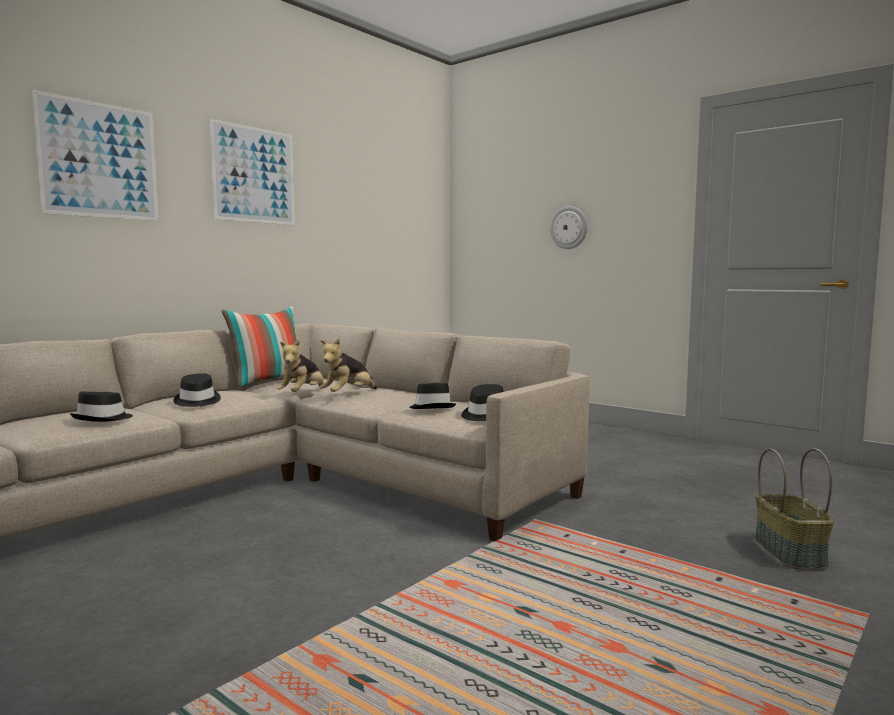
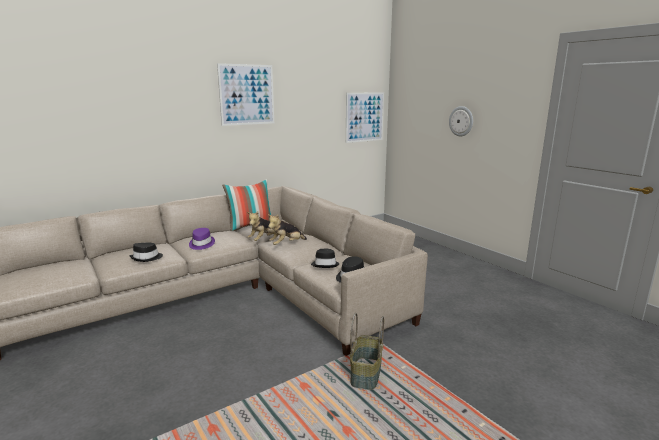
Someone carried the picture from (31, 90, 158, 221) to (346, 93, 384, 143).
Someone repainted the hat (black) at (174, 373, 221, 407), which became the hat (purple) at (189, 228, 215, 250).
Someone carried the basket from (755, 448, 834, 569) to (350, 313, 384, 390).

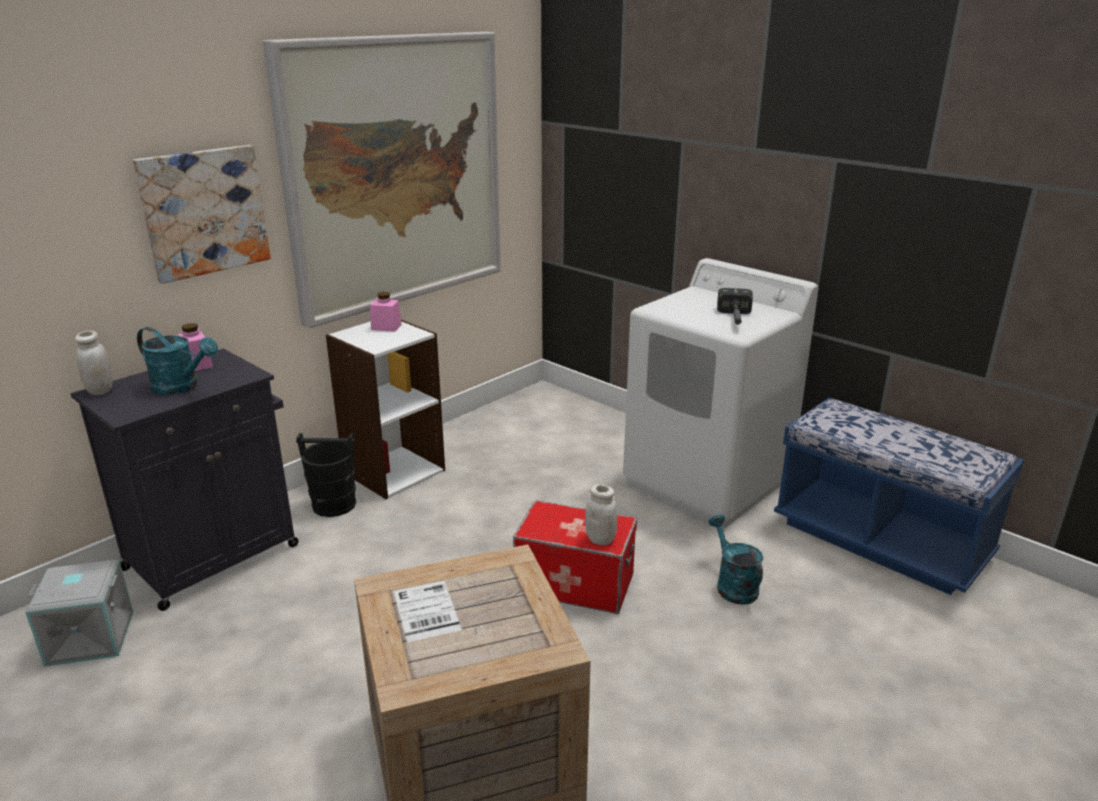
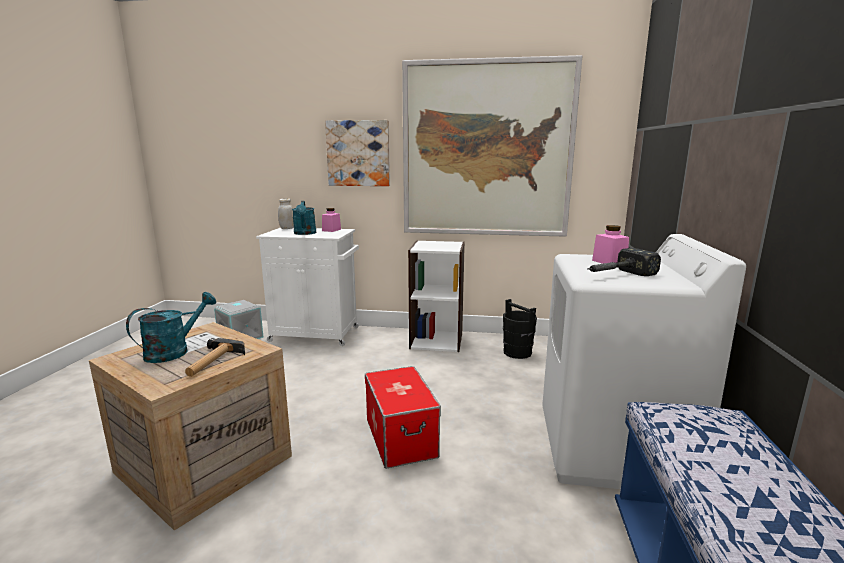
Someone repainted the cabinet (black) at (71, 349, 298, 611), which became the cabinet (white) at (256, 228, 359, 346).
Someone carried the bucket (black) from (296, 433, 356, 517) to (503, 299, 537, 359).
Someone carried the jar (pink) from (370, 292, 402, 332) to (592, 225, 629, 264).
Someone took away the jar (white) at (585, 484, 618, 545).
Someone carried the watering can (turquoise) from (708, 515, 763, 605) to (126, 292, 216, 363).
Someone put down the hammer at (185, 338, 245, 377).

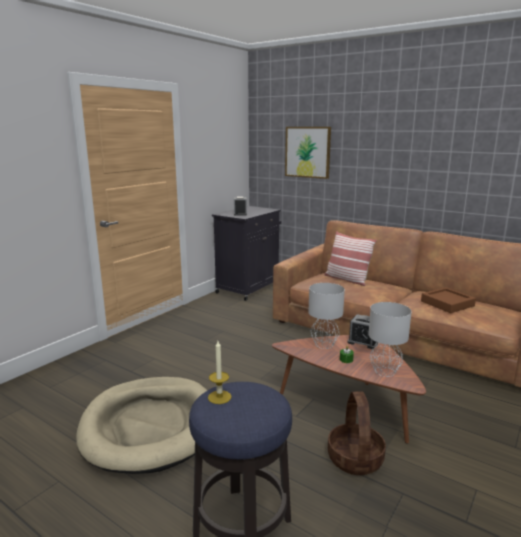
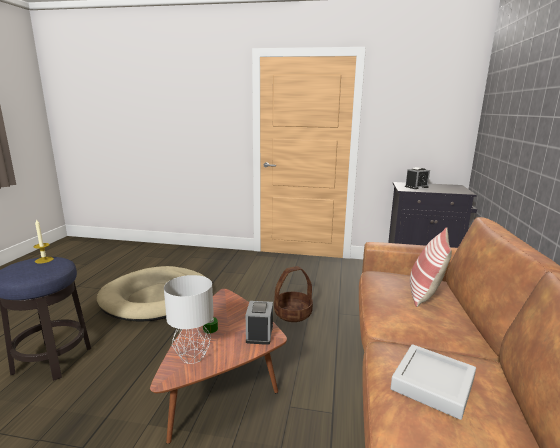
Someone took away the picture at (285, 127, 331, 179).
Someone took away the table lamp (grey) at (308, 283, 345, 349).
Someone carried the basket from (328, 391, 386, 475) to (274, 266, 313, 322).
Someone repainted the tray (brown) at (421, 287, 476, 313), which became the tray (grey) at (390, 344, 476, 420).

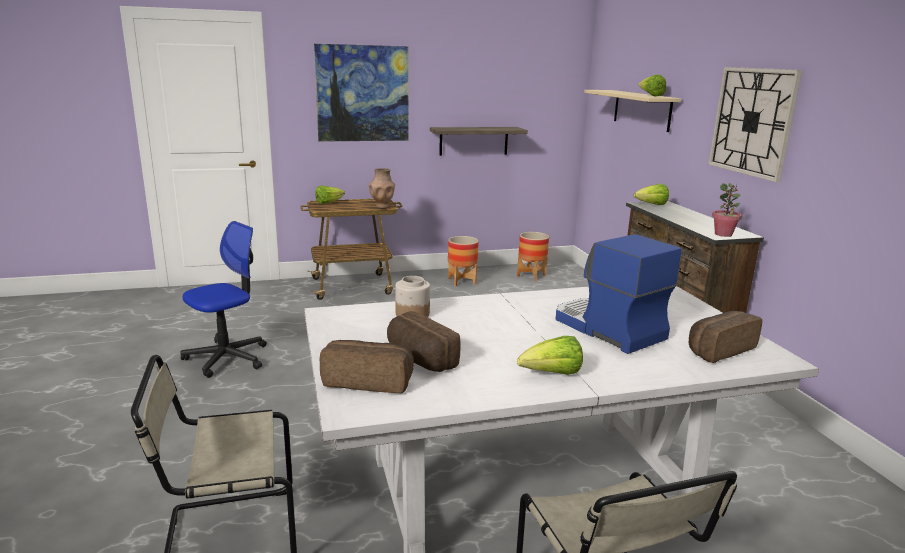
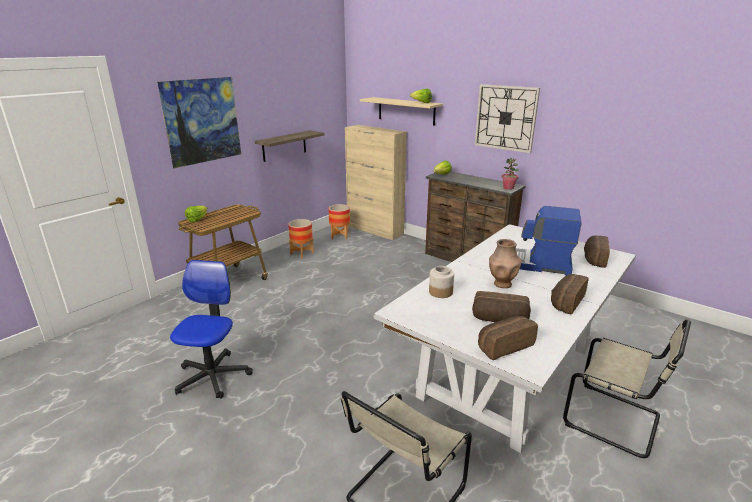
Someone carried the vase (brown) from (369, 168, 395, 209) to (489, 239, 521, 288).
Someone swapped the lettuce at (517, 336, 583, 375) for the bread at (551, 274, 589, 314).
Someone put down the cabinet (beige) at (345, 125, 407, 240).

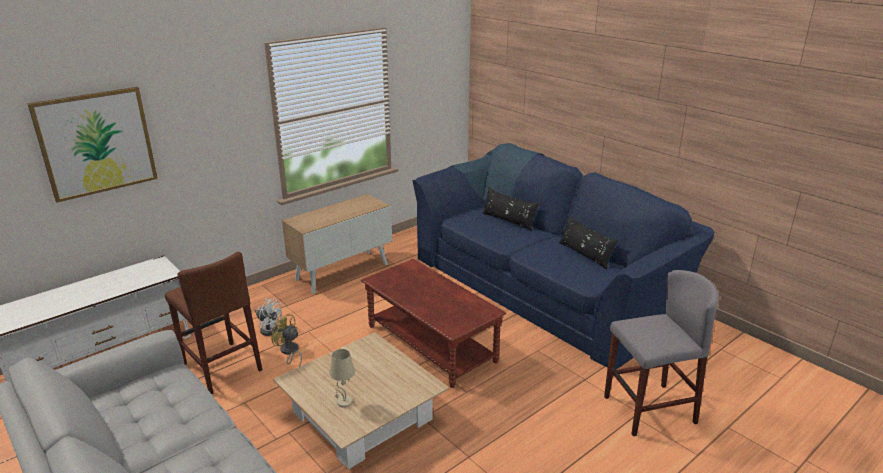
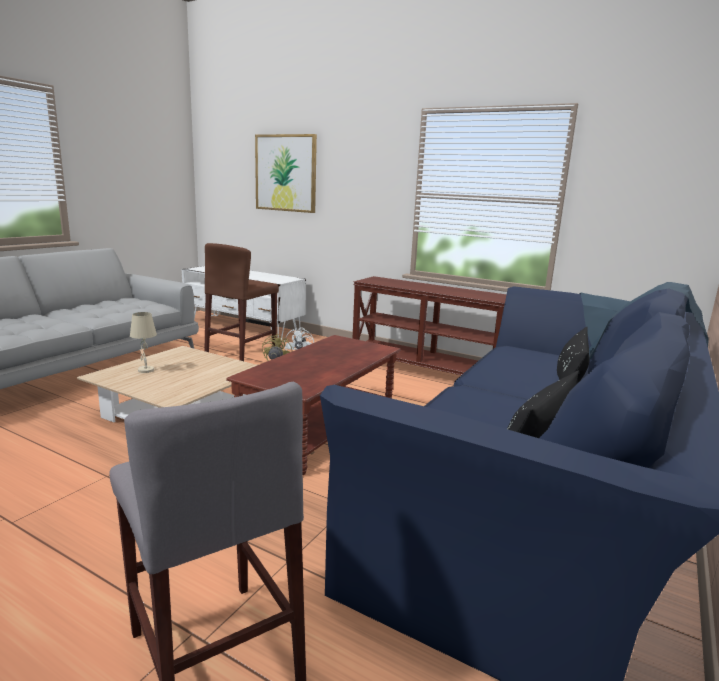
Someone swapped the cabinet at (282, 194, 392, 294) for the console table (brown) at (352, 276, 507, 375).

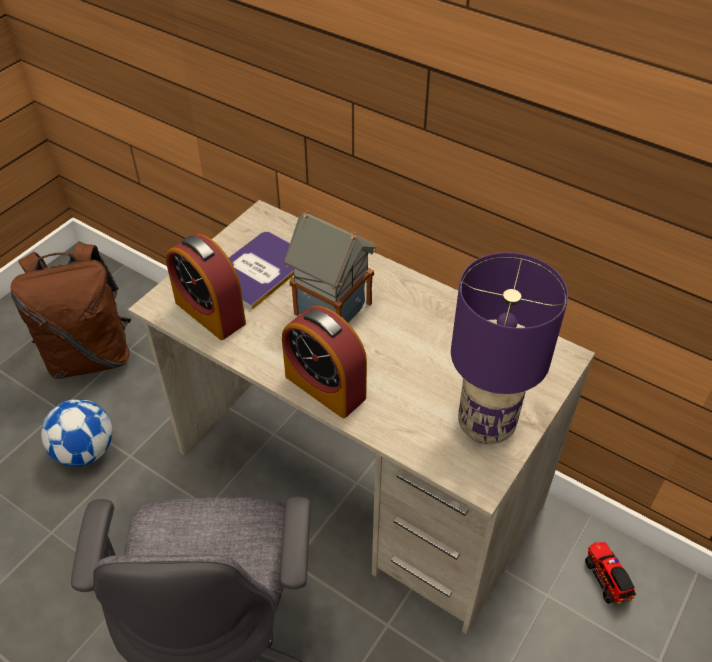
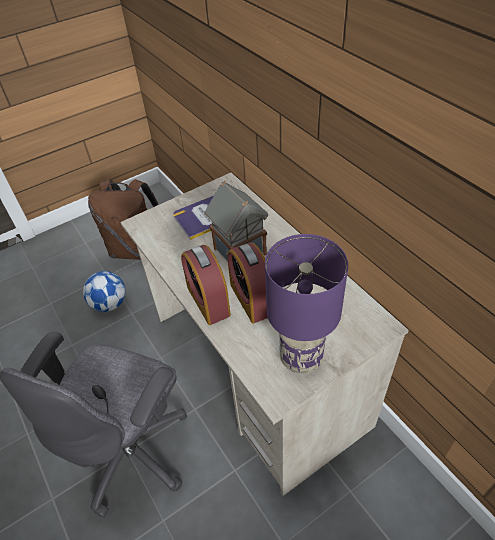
Someone carried the alarm clock from (166, 234, 246, 340) to (227, 242, 268, 323).
Someone took away the toy truck at (585, 542, 636, 604).

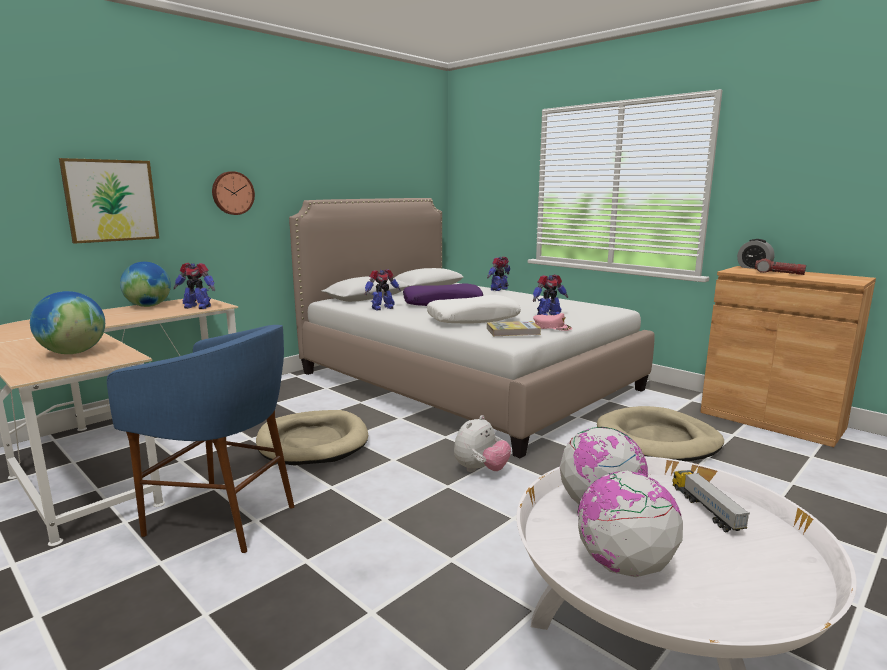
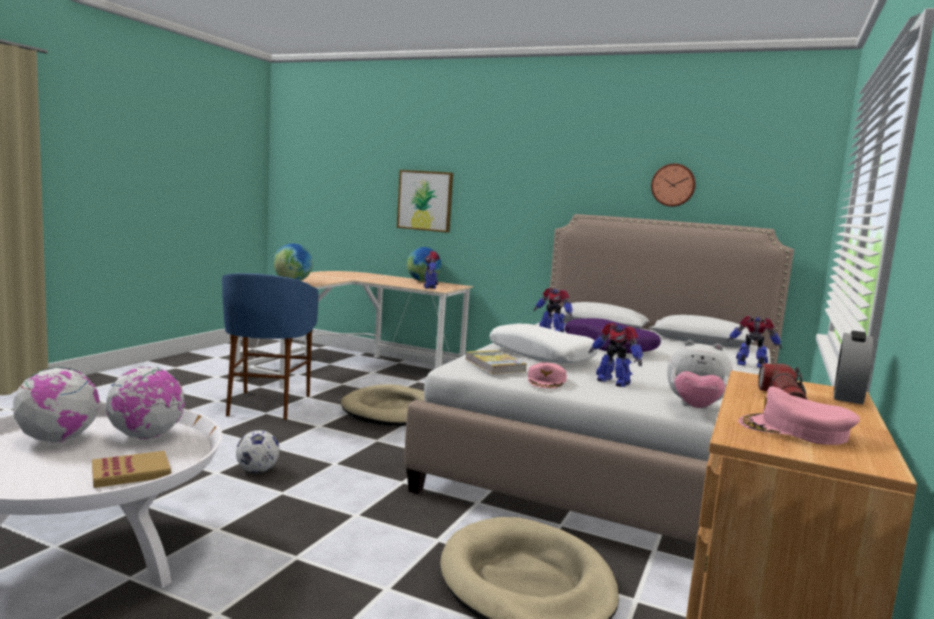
Someone carried the wall clock from (212, 171, 255, 215) to (651, 164, 696, 207).
Someone carried the plush toy from (454, 415, 511, 472) to (667, 340, 733, 409).
Someone swapped the toy truck at (672, 470, 750, 532) for the book at (92, 451, 171, 488).
Someone put down the football at (236, 430, 280, 473).
Someone put down the cap (pink) at (738, 386, 860, 445).

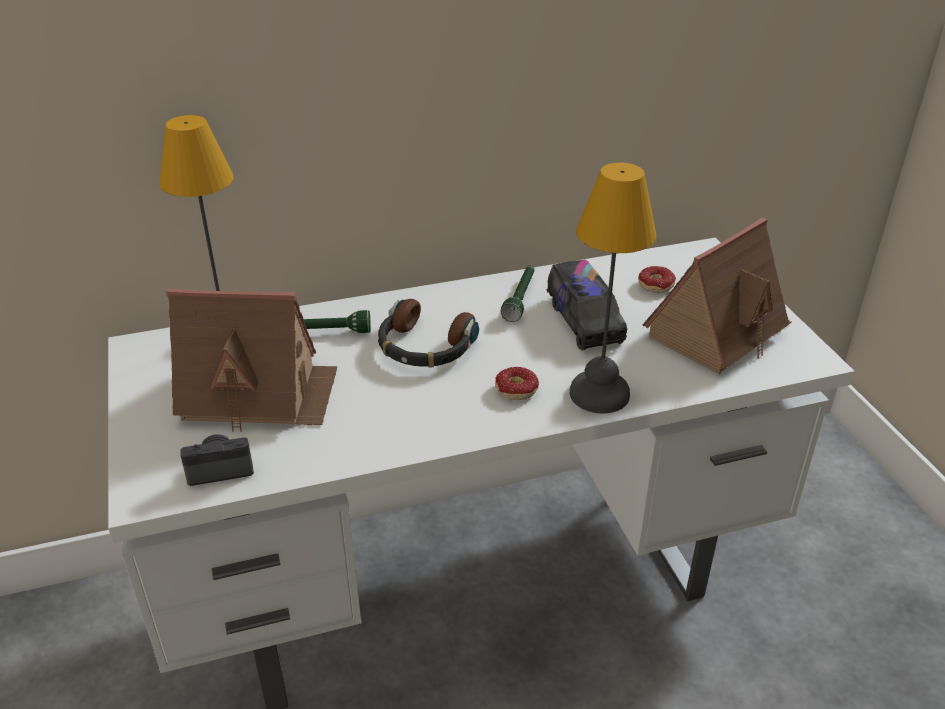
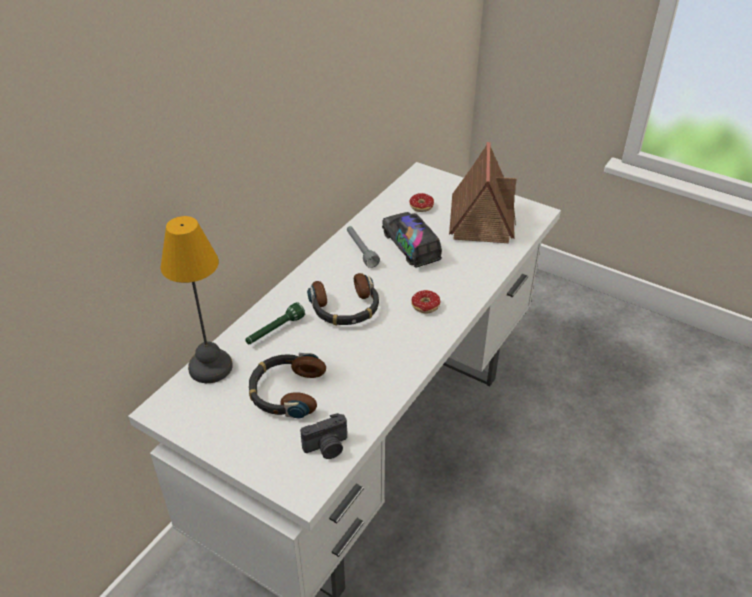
Someone swapped the toy house at (166, 289, 337, 432) for the headphones at (249, 352, 326, 419).
Someone rotated the photo camera at (180, 434, 254, 486) by 150 degrees counterclockwise.
Someone repainted the flashlight (green) at (501, 266, 534, 322), which became the flashlight (grey) at (347, 226, 380, 268).
Someone rotated the toy truck at (547, 260, 627, 351) by 150 degrees counterclockwise.
Someone took away the table lamp at (570, 162, 656, 413).

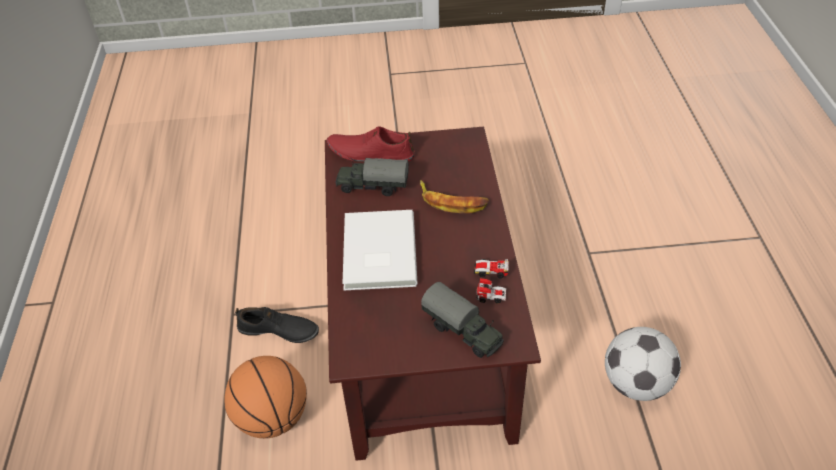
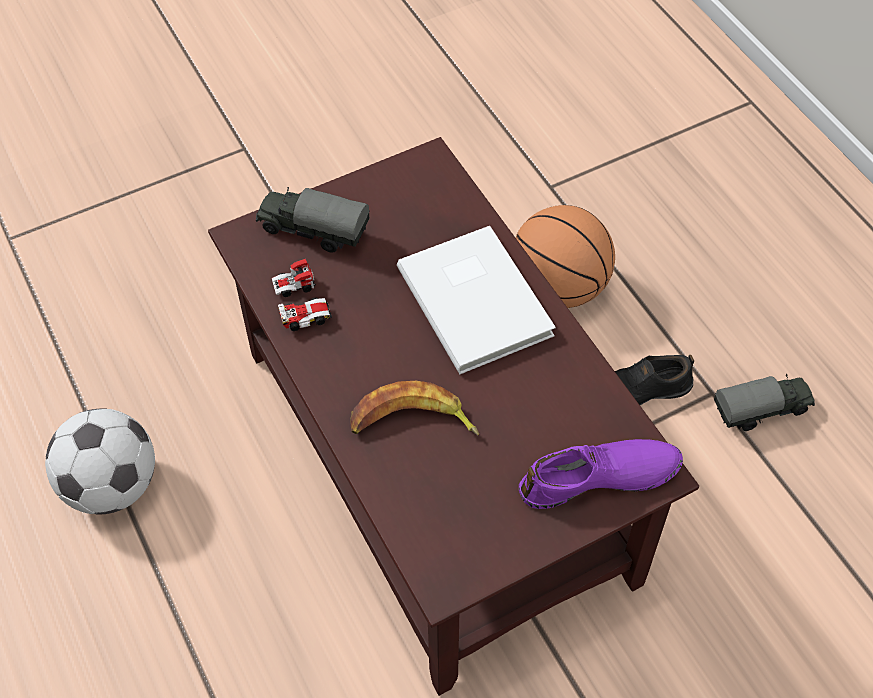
Someone repainted the shoe (red) at (327, 126, 414, 162), which became the shoe (purple) at (519, 439, 683, 509).
Someone carried the toy truck from (336, 158, 409, 196) to (714, 374, 815, 431).

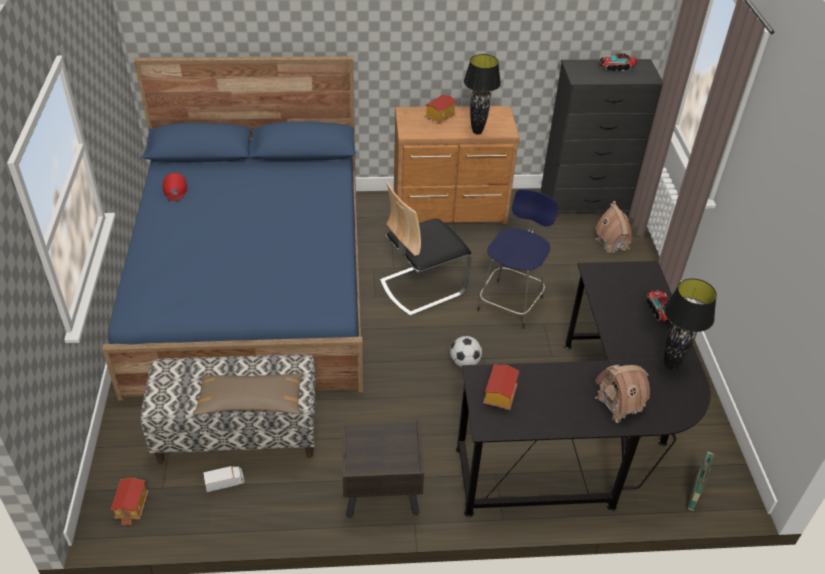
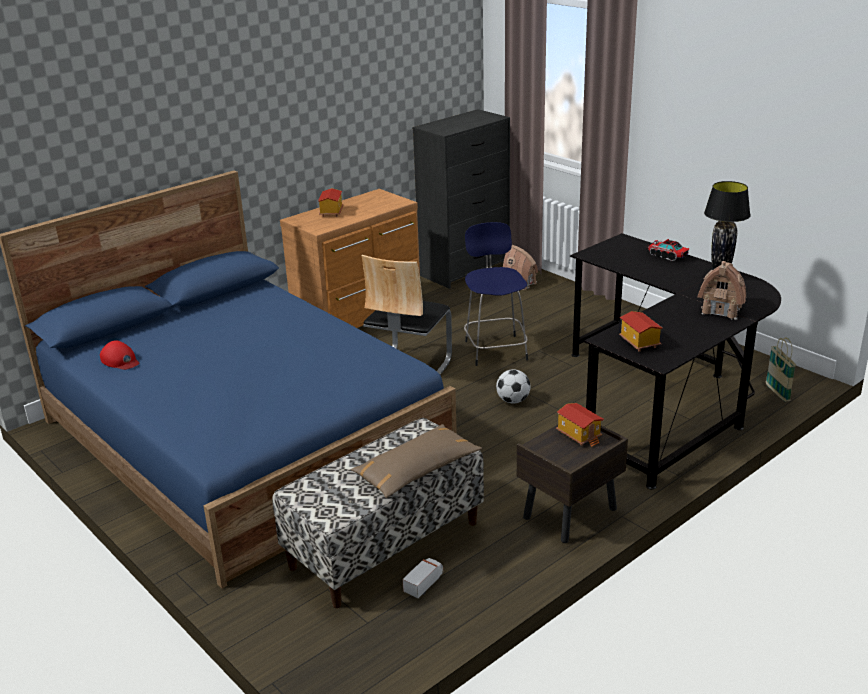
Someone carried the toy house from (111, 478, 149, 525) to (556, 403, 604, 447).
Someone took away the table lamp (black) at (464, 54, 501, 135).
Someone took away the toy truck at (599, 53, 638, 71).

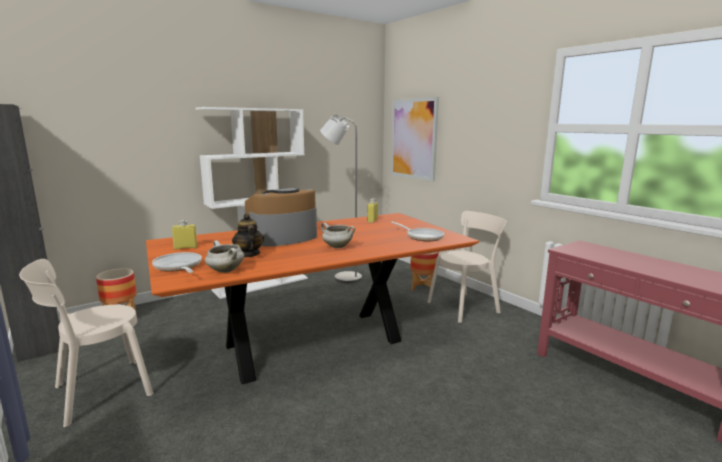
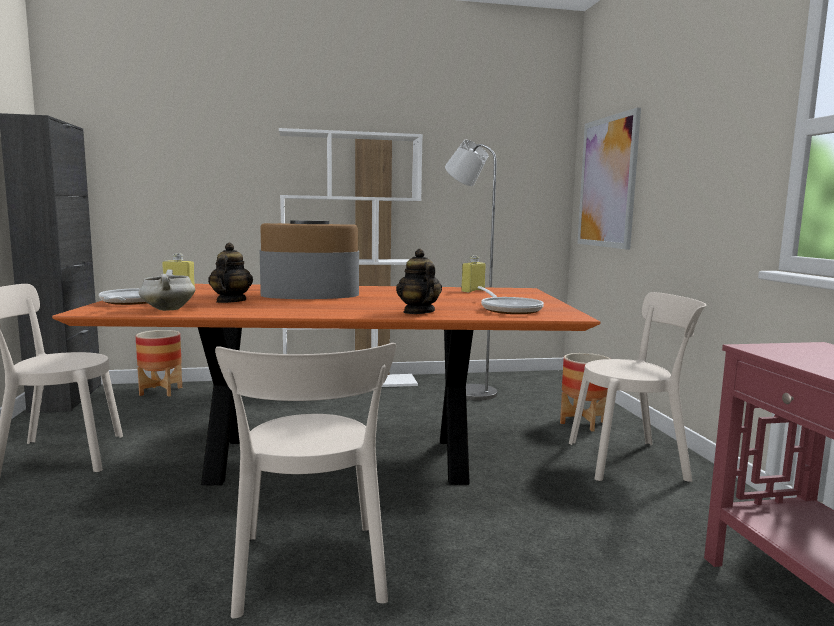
Someone took away the cooking pot (white) at (321, 223, 355, 248).
Someone put down the chair (beige) at (215, 343, 396, 619).
Someone put down the teapot at (396, 249, 442, 314).

